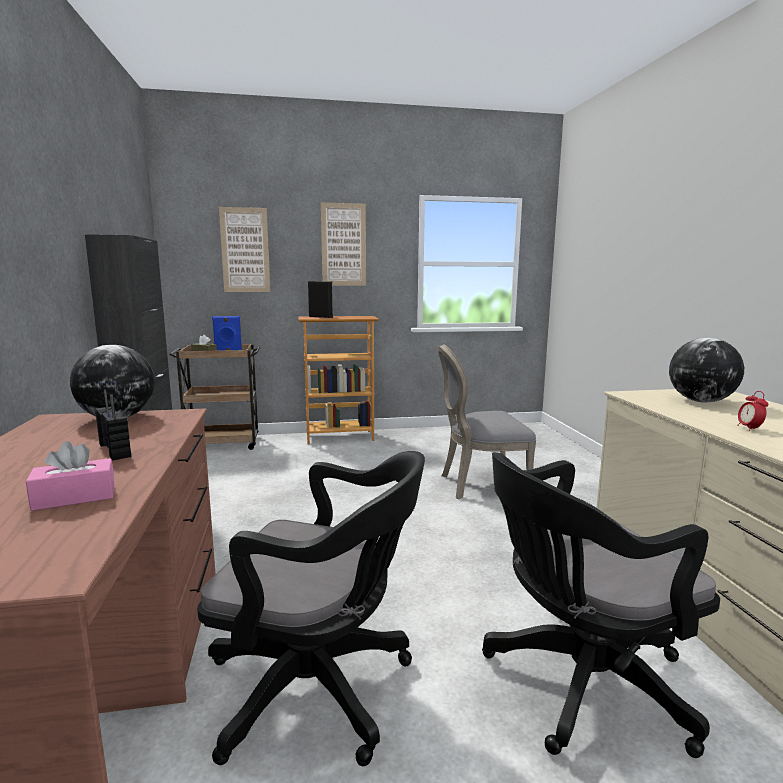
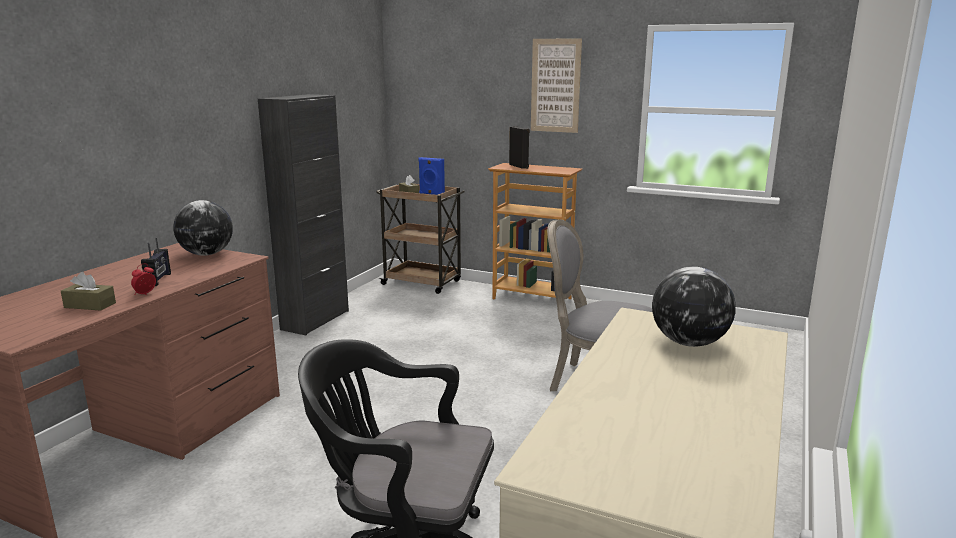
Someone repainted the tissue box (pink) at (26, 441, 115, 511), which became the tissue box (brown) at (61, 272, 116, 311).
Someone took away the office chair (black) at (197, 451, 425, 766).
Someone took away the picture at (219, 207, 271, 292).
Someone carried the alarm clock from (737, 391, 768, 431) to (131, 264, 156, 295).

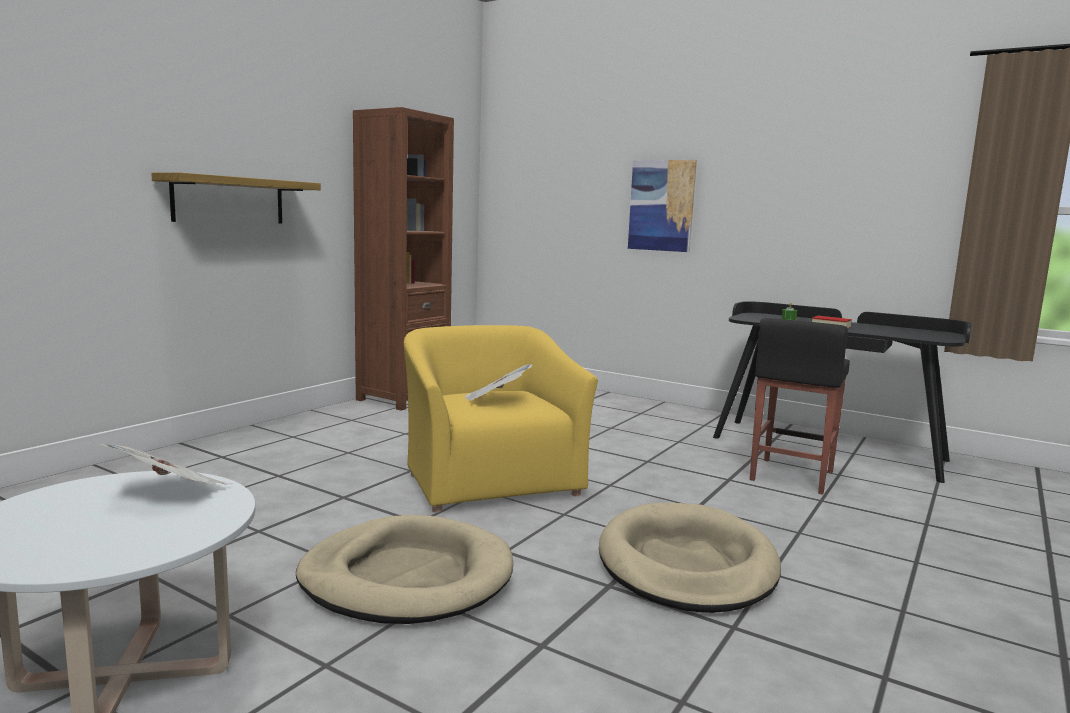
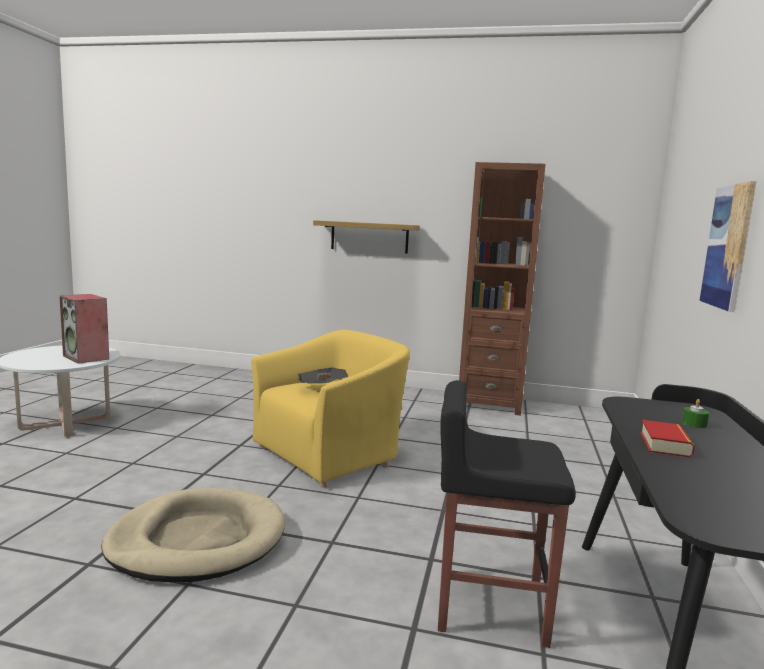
Someone swapped the newspaper at (98, 444, 232, 484) for the speaker at (59, 294, 109, 364).
Someone took away the dog bed (beige) at (296, 515, 513, 624).

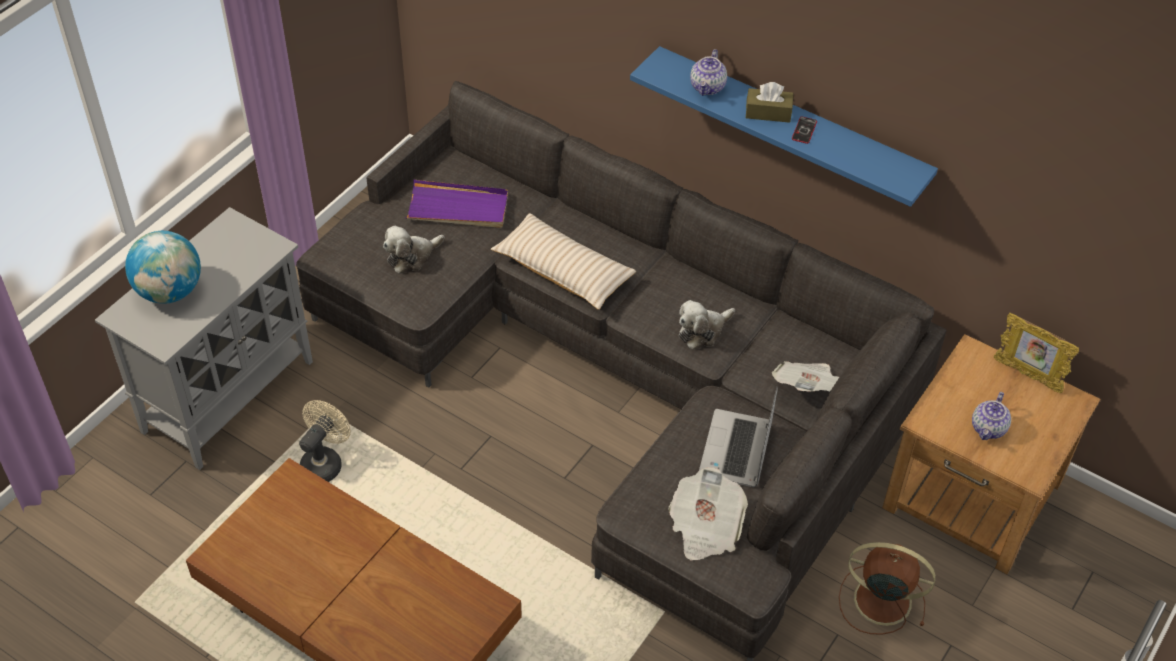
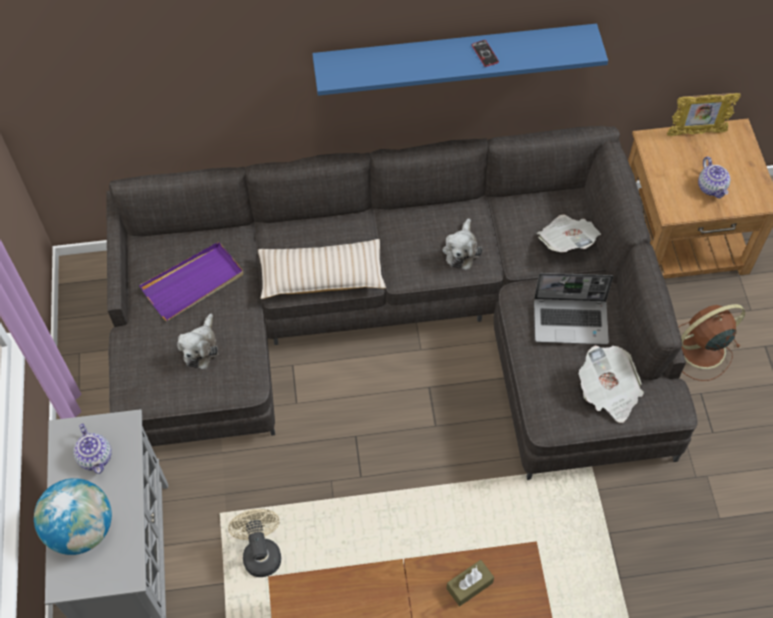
Someone carried the teapot from (690, 49, 727, 96) to (73, 424, 112, 474).
Someone rotated the laptop at (699, 387, 778, 487) by 60 degrees counterclockwise.
Someone carried the tissue box (brown) from (746, 82, 793, 123) to (446, 560, 494, 606).

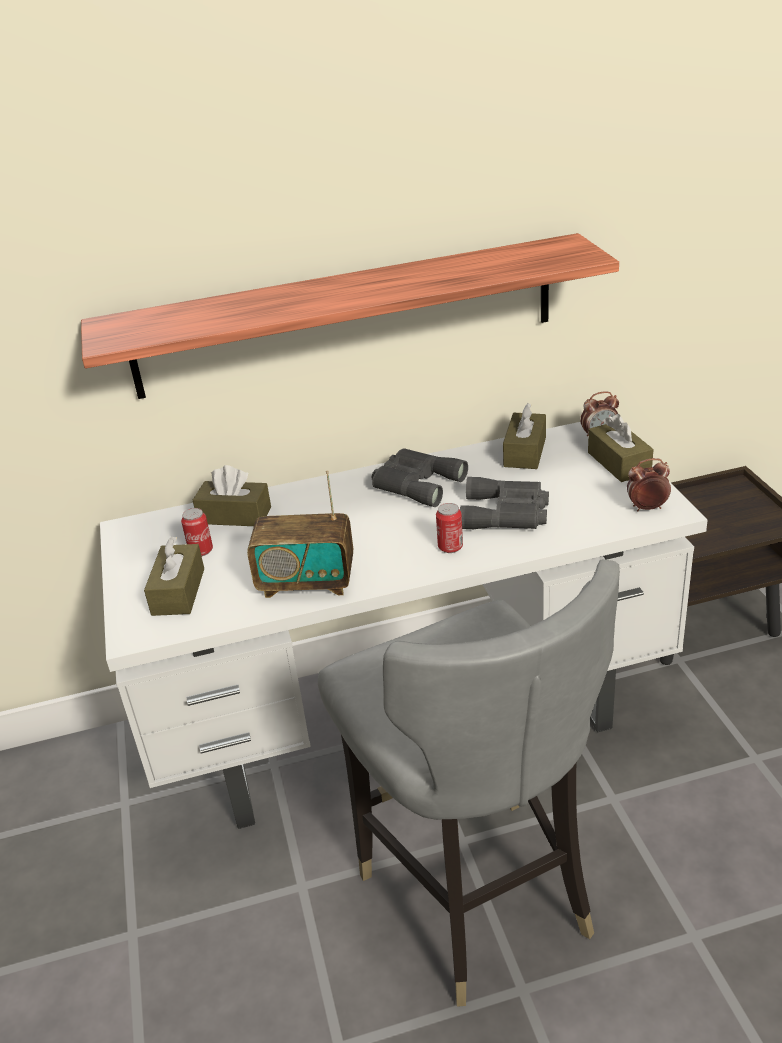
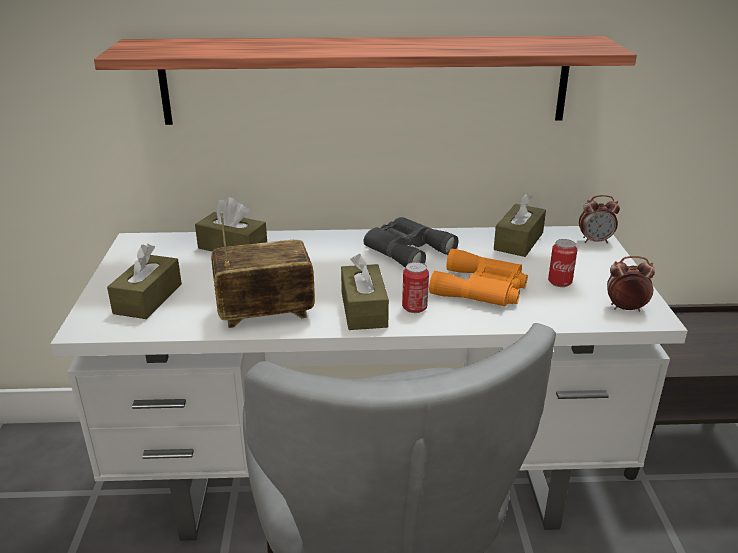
Someone carried the can from (181, 508, 213, 556) to (548, 239, 577, 287).
Someone rotated the radio at (247, 470, 353, 598) by 150 degrees clockwise.
Someone repainted the binoculars (grey) at (460, 477, 549, 529), which became the binoculars (orange) at (429, 249, 528, 306).
Someone carried the tissue box (brown) from (588, 414, 654, 482) to (341, 254, 389, 330).

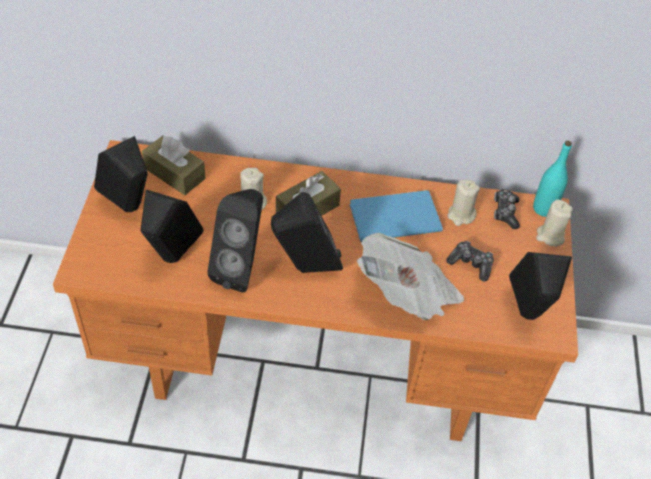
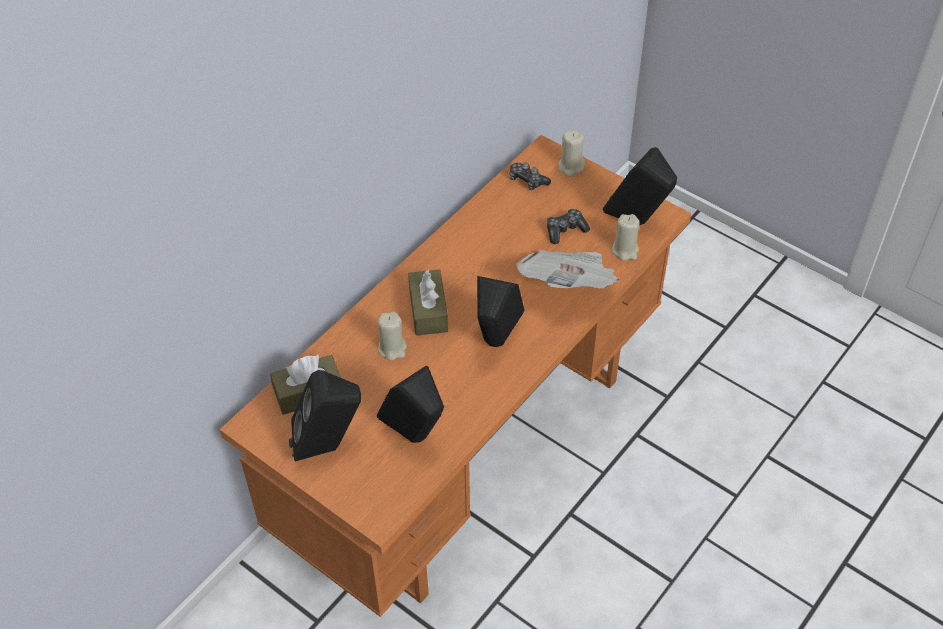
Someone took away the speaker (black) at (207, 189, 263, 292).
Someone took away the book (blue) at (350, 190, 443, 242).
Someone carried the candle (beige) from (448, 180, 480, 226) to (612, 214, 640, 261).
Someone took away the bottle (turquoise) at (533, 141, 572, 217).

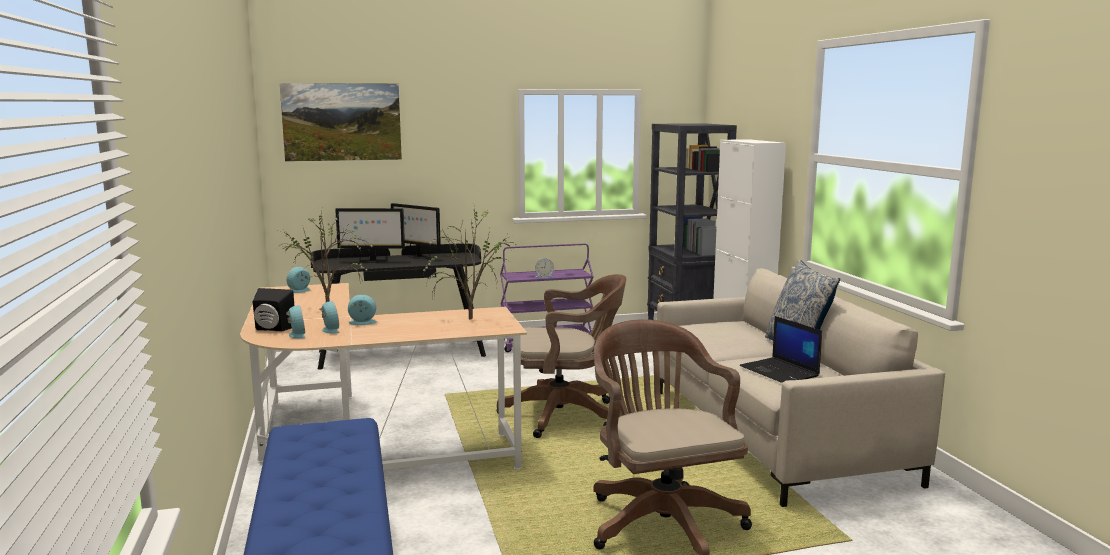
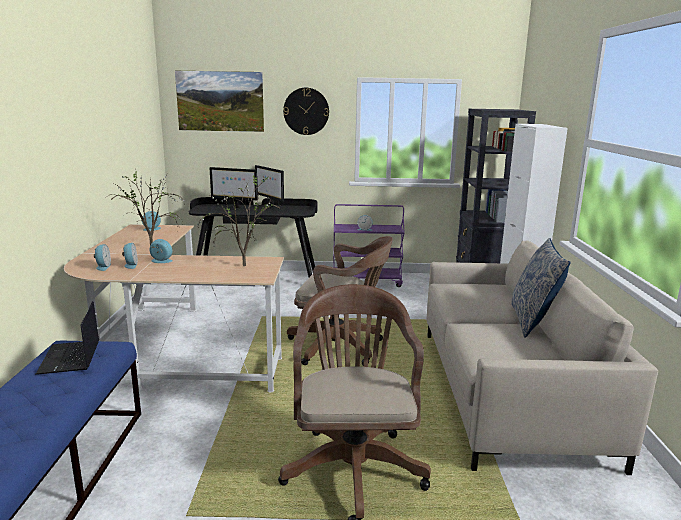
Someone took away the speaker (black) at (253, 288, 294, 332).
Someone carried the laptop from (740, 316, 822, 383) to (35, 301, 99, 375).
Someone put up the wall clock at (283, 88, 329, 135).

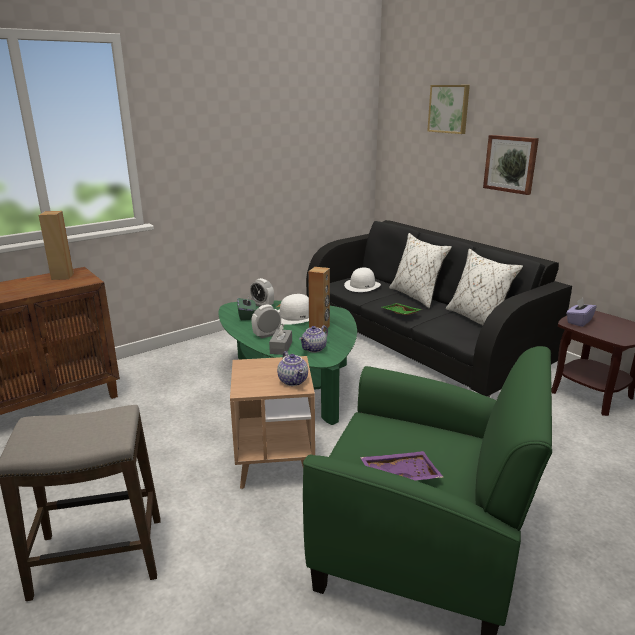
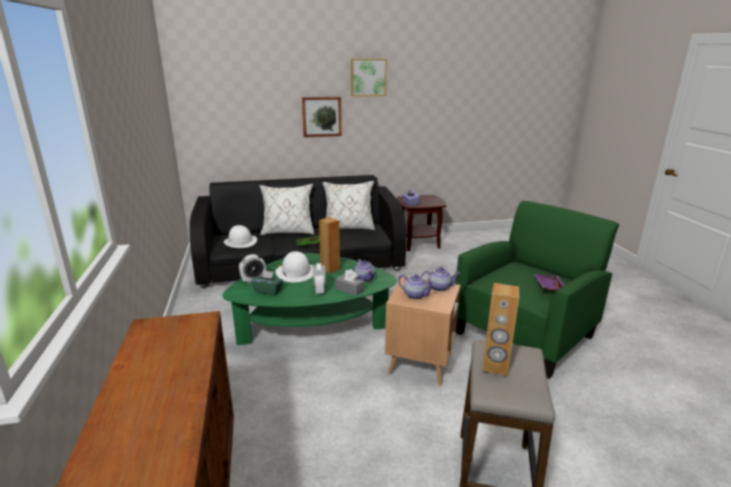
Someone carried the speaker (brown) from (39, 211, 74, 280) to (482, 283, 519, 376).
Someone carried the picture from (427, 85, 470, 134) to (351, 59, 387, 96).
Someone put down the teapot at (398, 274, 434, 299).

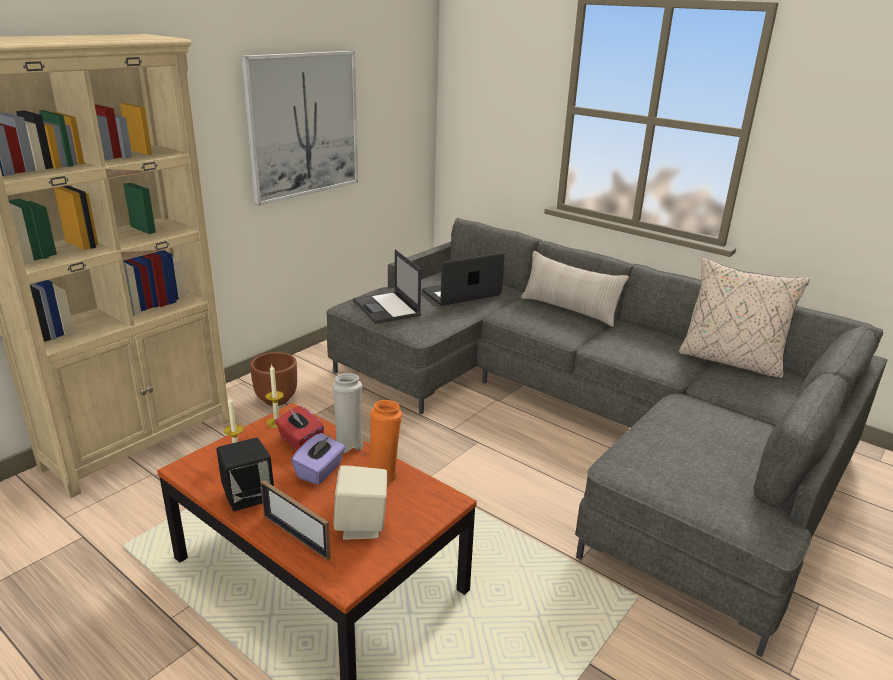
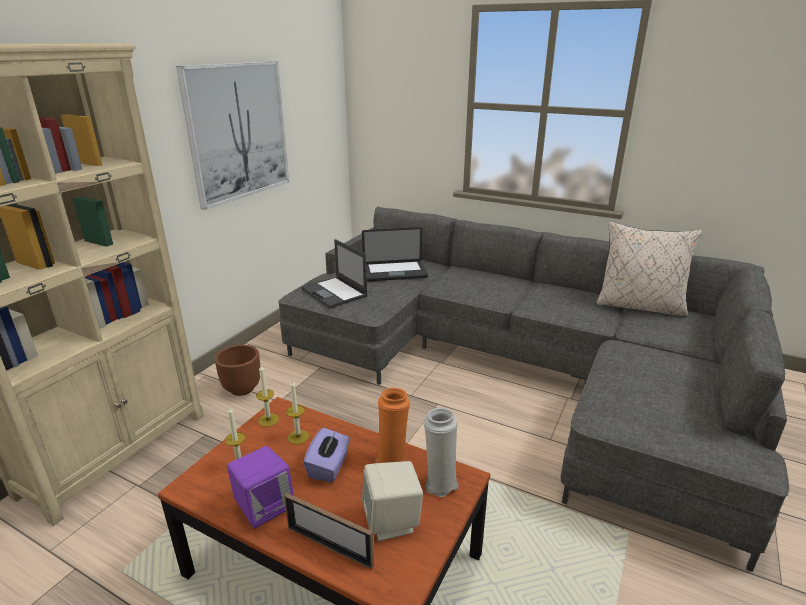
Someone repainted the speaker (black) at (216, 438, 274, 511), which became the speaker (purple) at (227, 446, 294, 529).
Someone swapped the tissue box (red) at (275, 406, 324, 450) for the candle at (286, 381, 309, 444).
Someone carried the vase (white) from (332, 373, 364, 453) to (424, 408, 459, 497).
Someone rotated the laptop at (422, 253, 505, 306) by 150 degrees counterclockwise.
Someone took away the pillow (beige) at (521, 251, 629, 327).

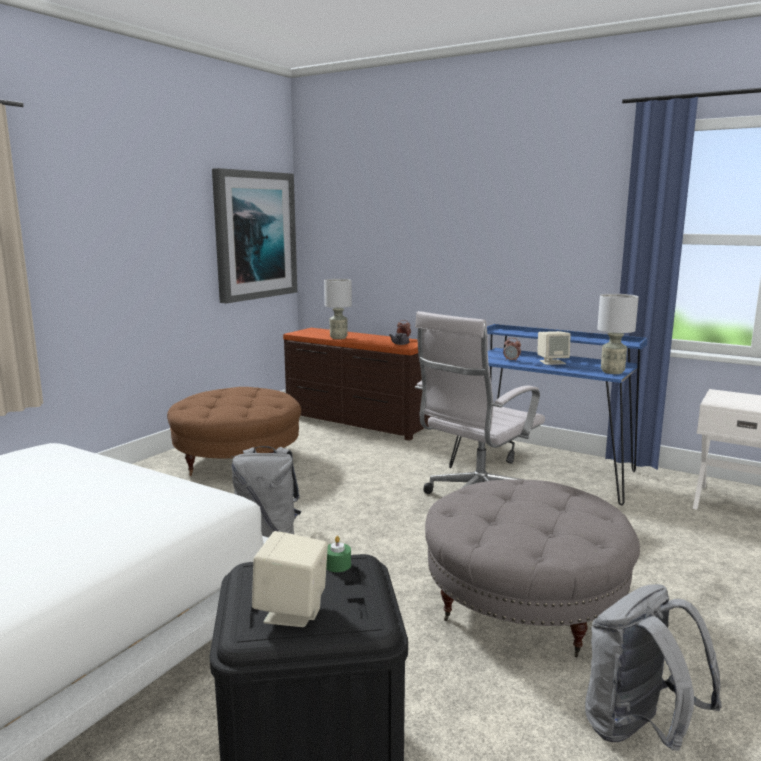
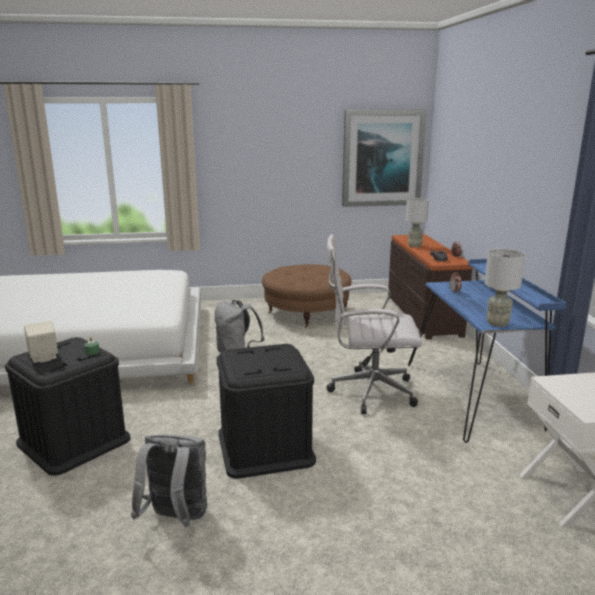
Someone swapped the ottoman (grey) at (425, 479, 640, 657) for the storage box (black) at (217, 344, 316, 479).
Someone took away the speaker (beige) at (537, 331, 571, 365).

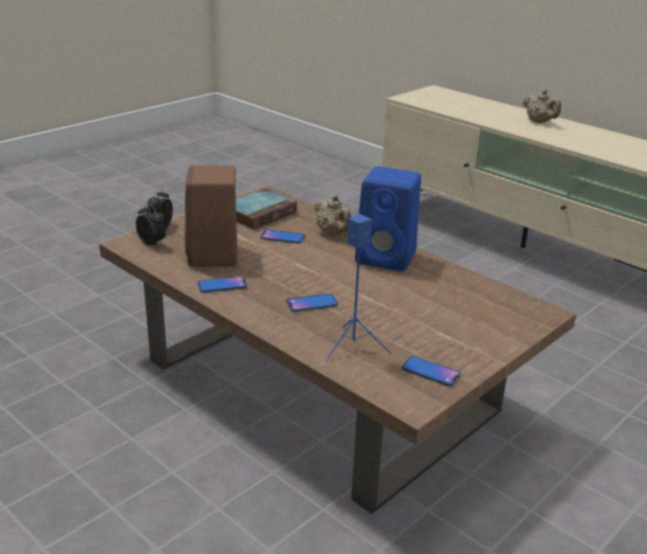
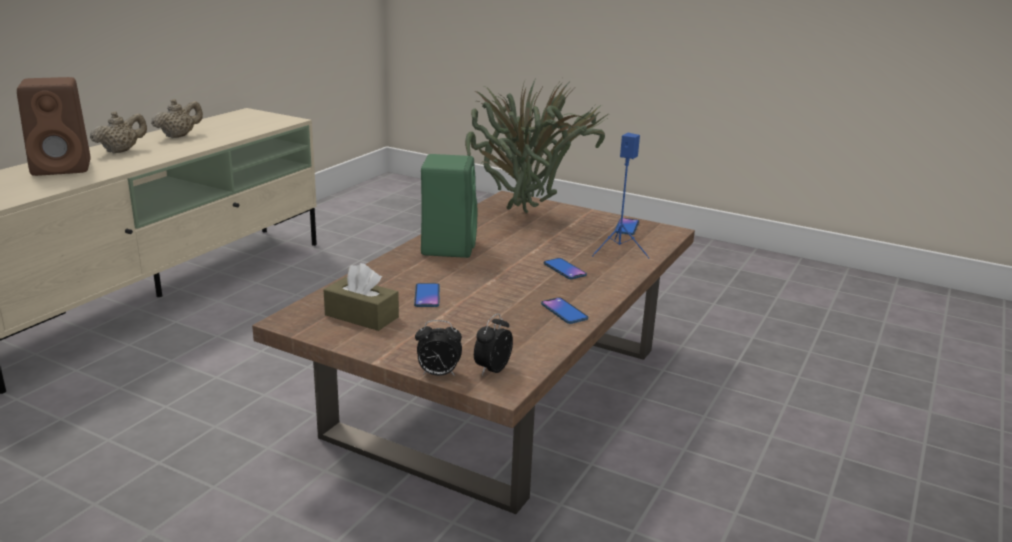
Someone carried the speaker (brown) from (184, 165, 237, 267) to (17, 77, 91, 176).
Someone swapped the book at (236, 189, 297, 230) for the tissue box (brown) at (323, 263, 399, 331).
Someone carried the teapot (beige) from (315, 195, 351, 235) to (151, 99, 203, 138).
Someone repainted the speaker (blue) at (355, 166, 421, 271), which became the speaker (green) at (421, 154, 477, 258).
Someone put down the potted plant at (465, 77, 608, 213).

